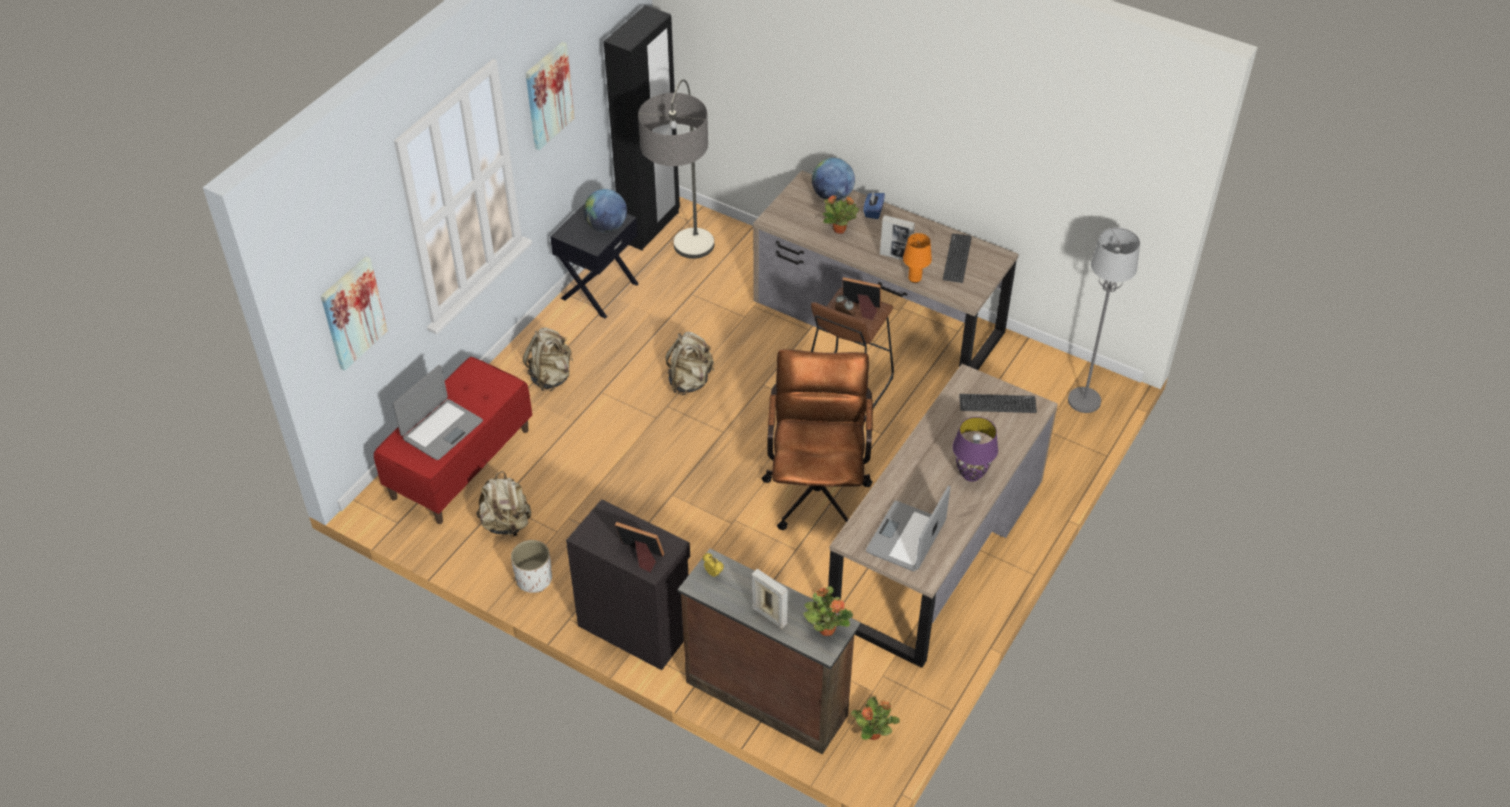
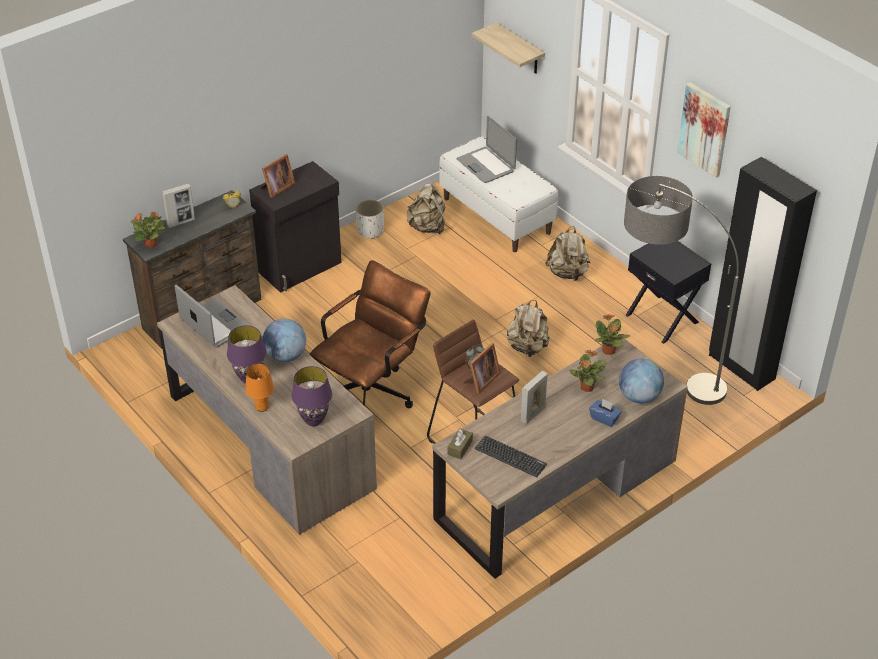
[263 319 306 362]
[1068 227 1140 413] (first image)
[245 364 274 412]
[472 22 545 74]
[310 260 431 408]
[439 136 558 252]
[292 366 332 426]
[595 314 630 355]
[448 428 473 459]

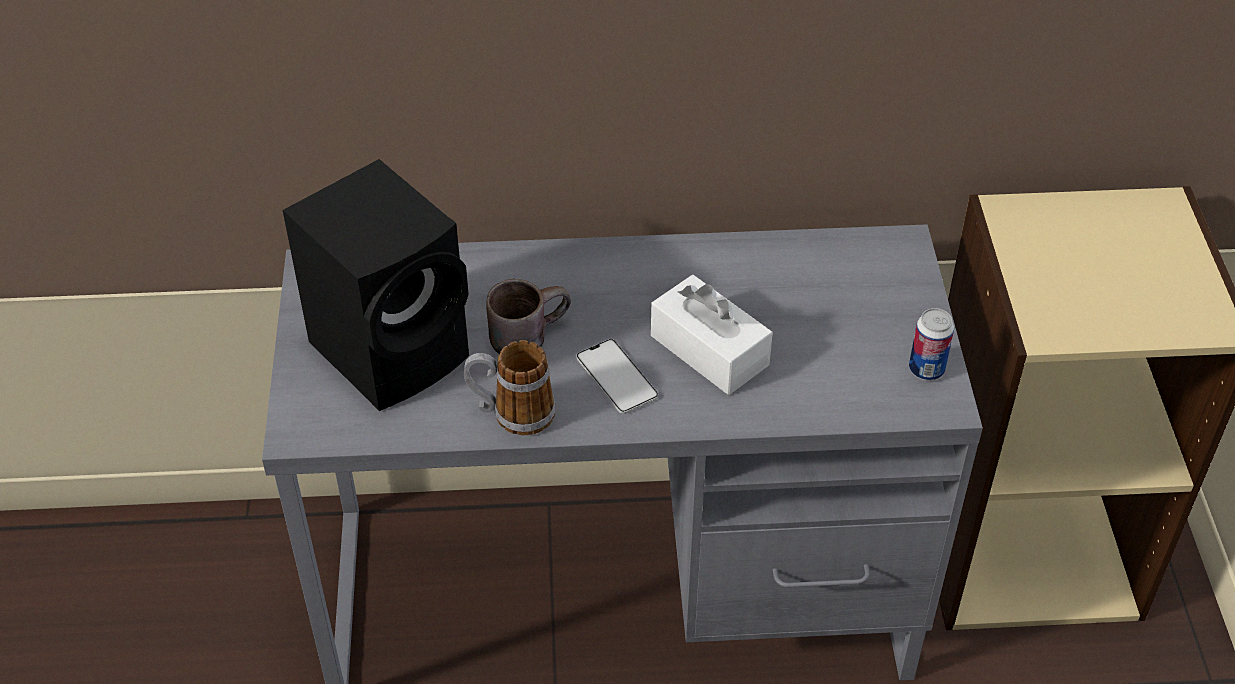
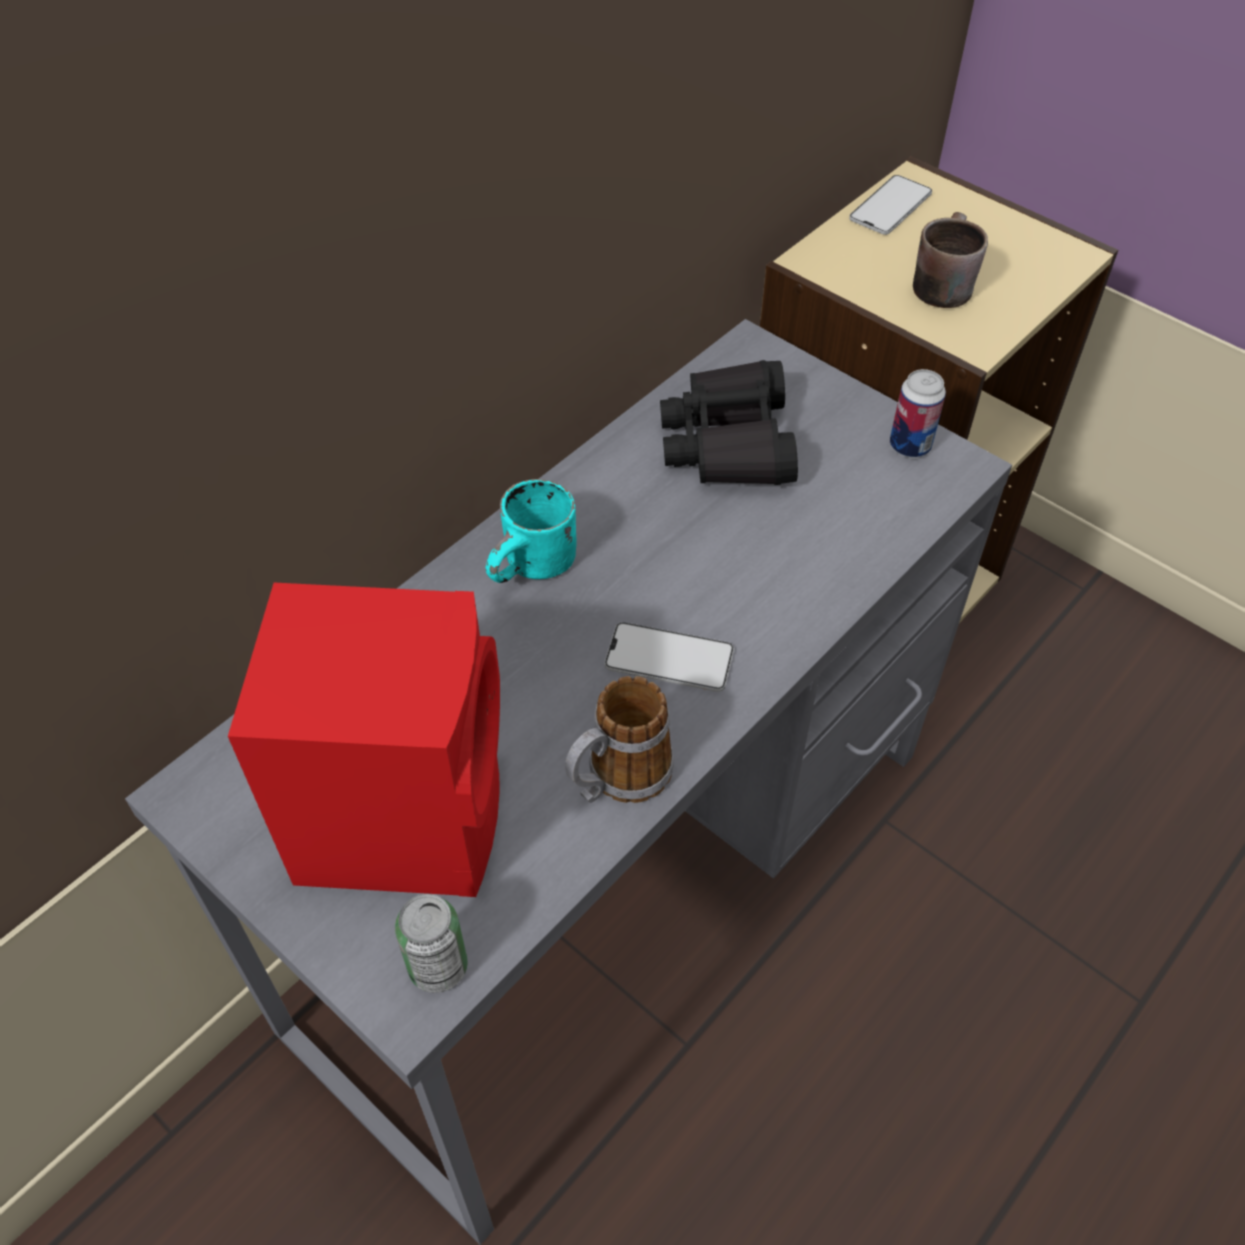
[228 583 500 897]
[651 275 773 395] (first image)
[913 212 988 308]
[849 175 932 235]
[660 360 798 485]
[486 479 576 583]
[395 894 468 993]

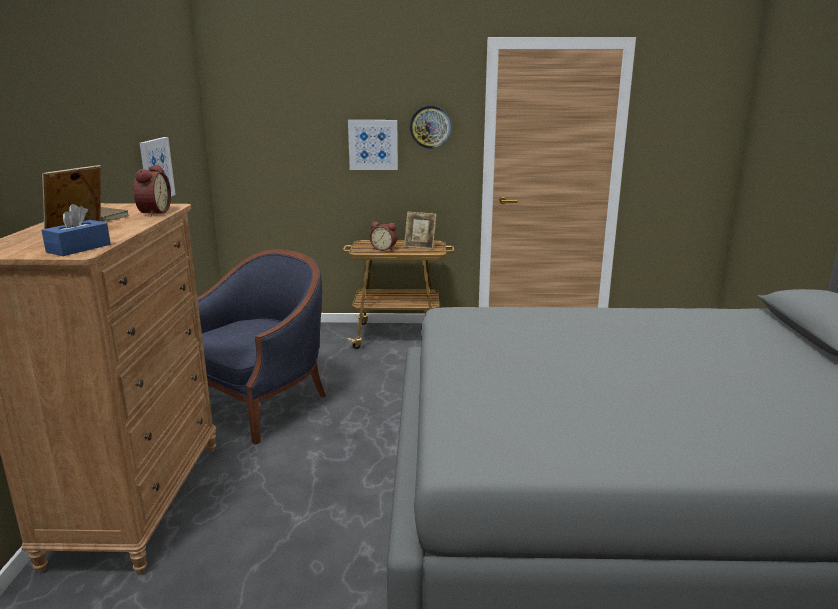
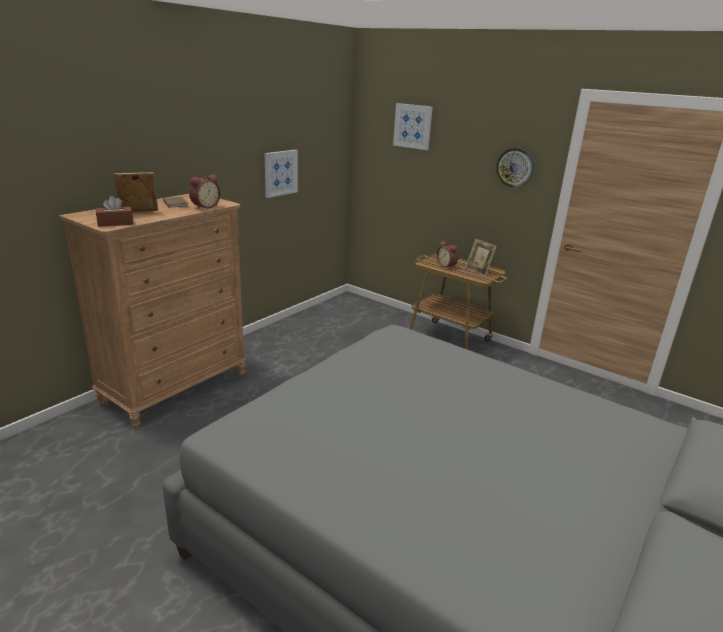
[393 103 433 150]
[96 196 133 227]
[197 249 326 444] (first image)

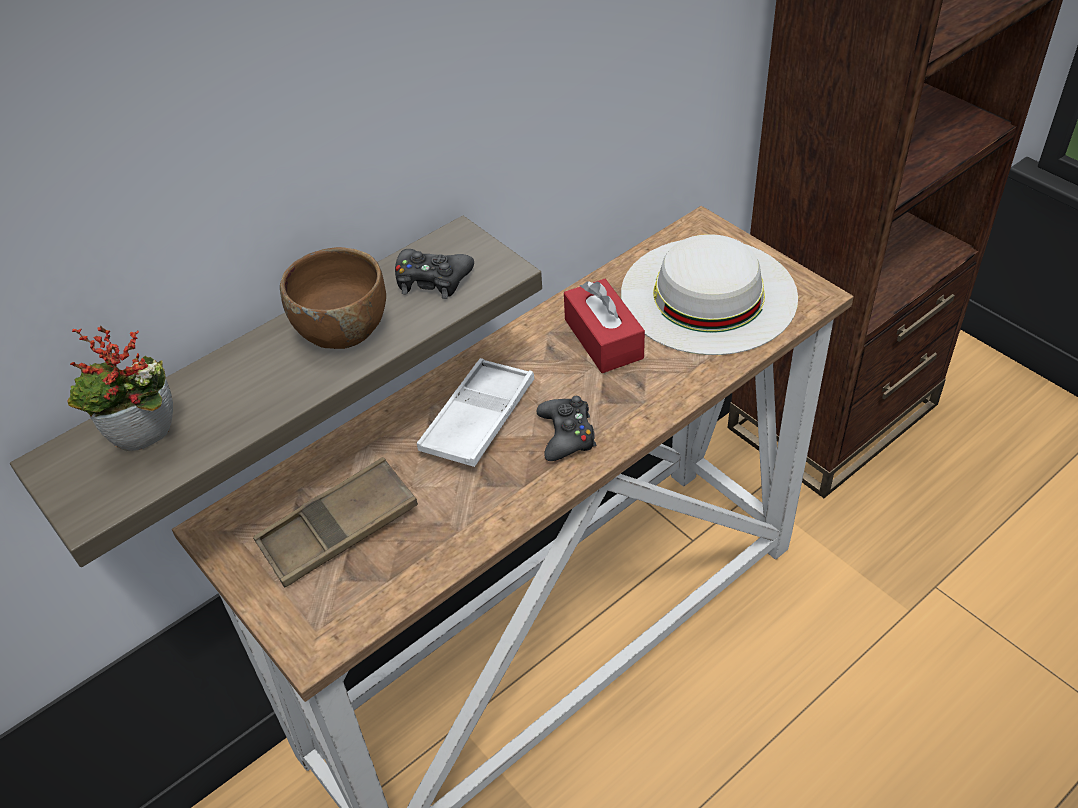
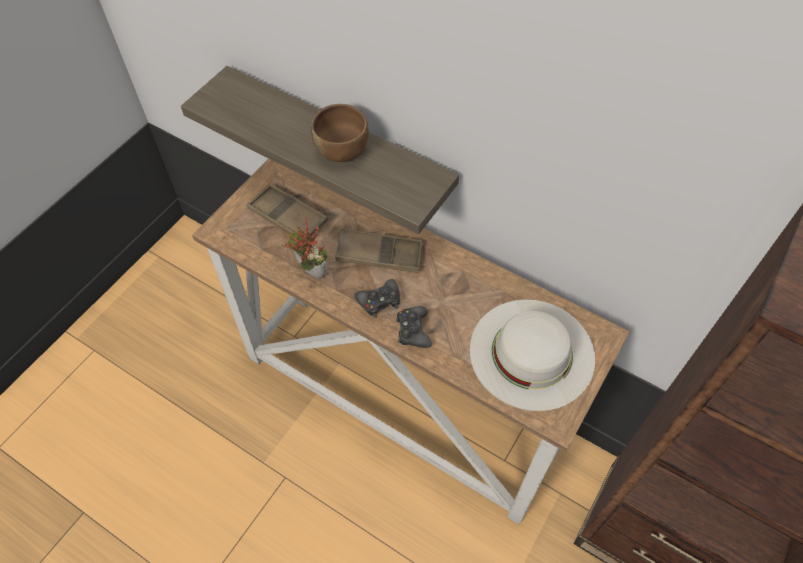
[396 307 432 348]
[564 279 645 373] (first image)
[285 218 327 278]
[336 228 423 273]

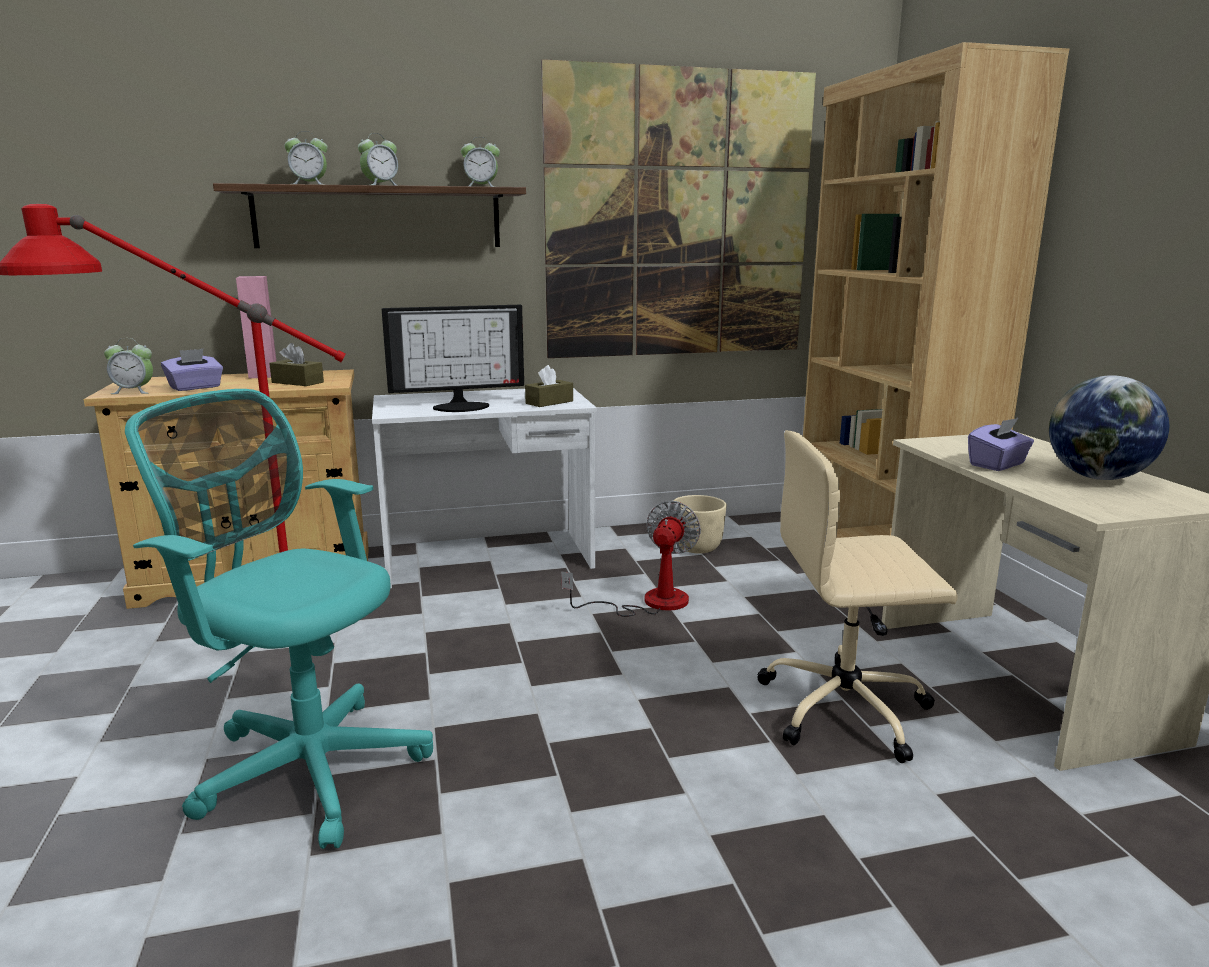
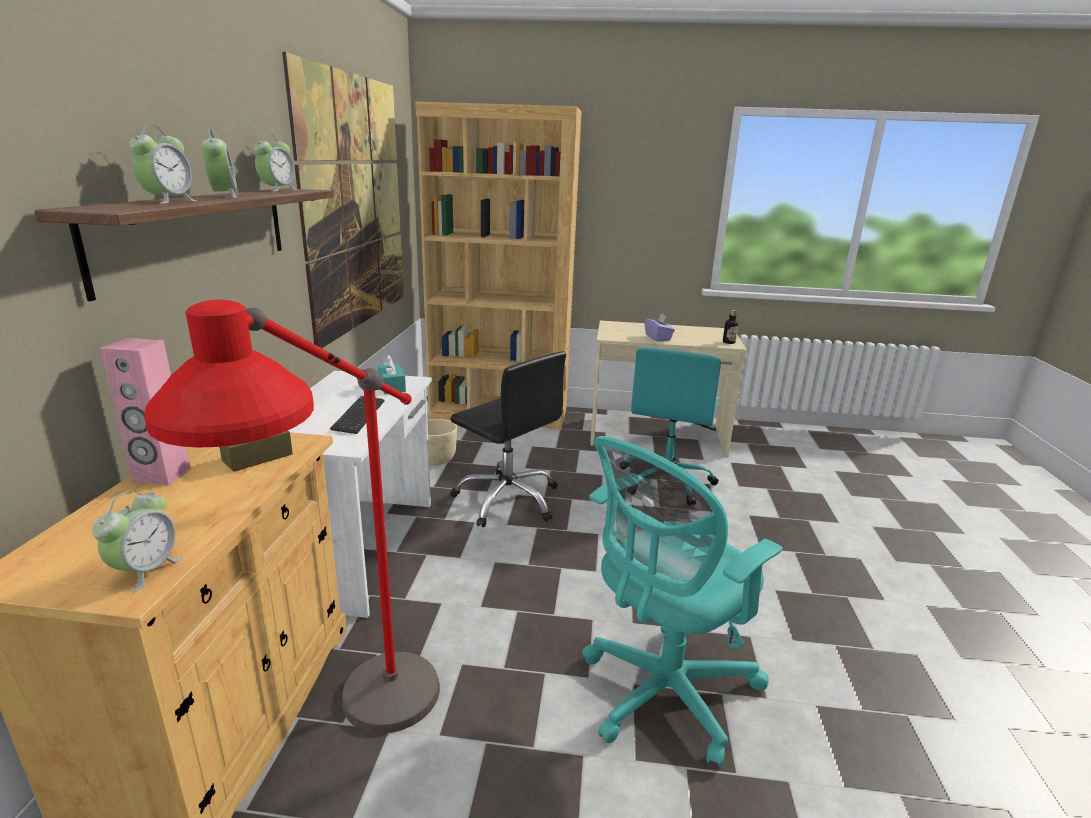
[330 396 384 434]
[161 349 223 391] (first image)
[378 354 406 394]
[1049 375 1169 480] (first image)
[627 347 721 505]
[451 351 566 527]
[723 310 738 344]

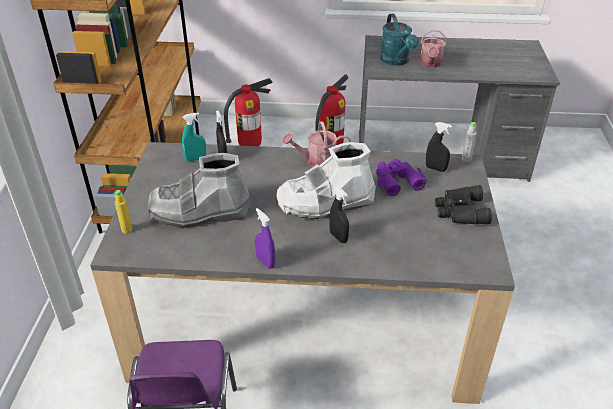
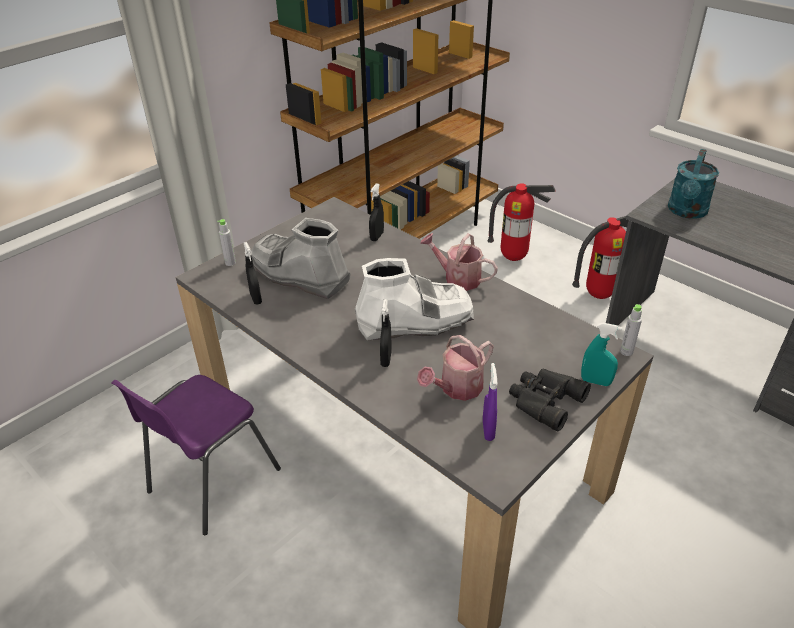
[417 335 494 401]
[581 323 622 386]
[244 242 262 305]
[355 258 474 341]
[376 159 427 196] (first image)
[217 219 236 266]
[483 363 497 441]

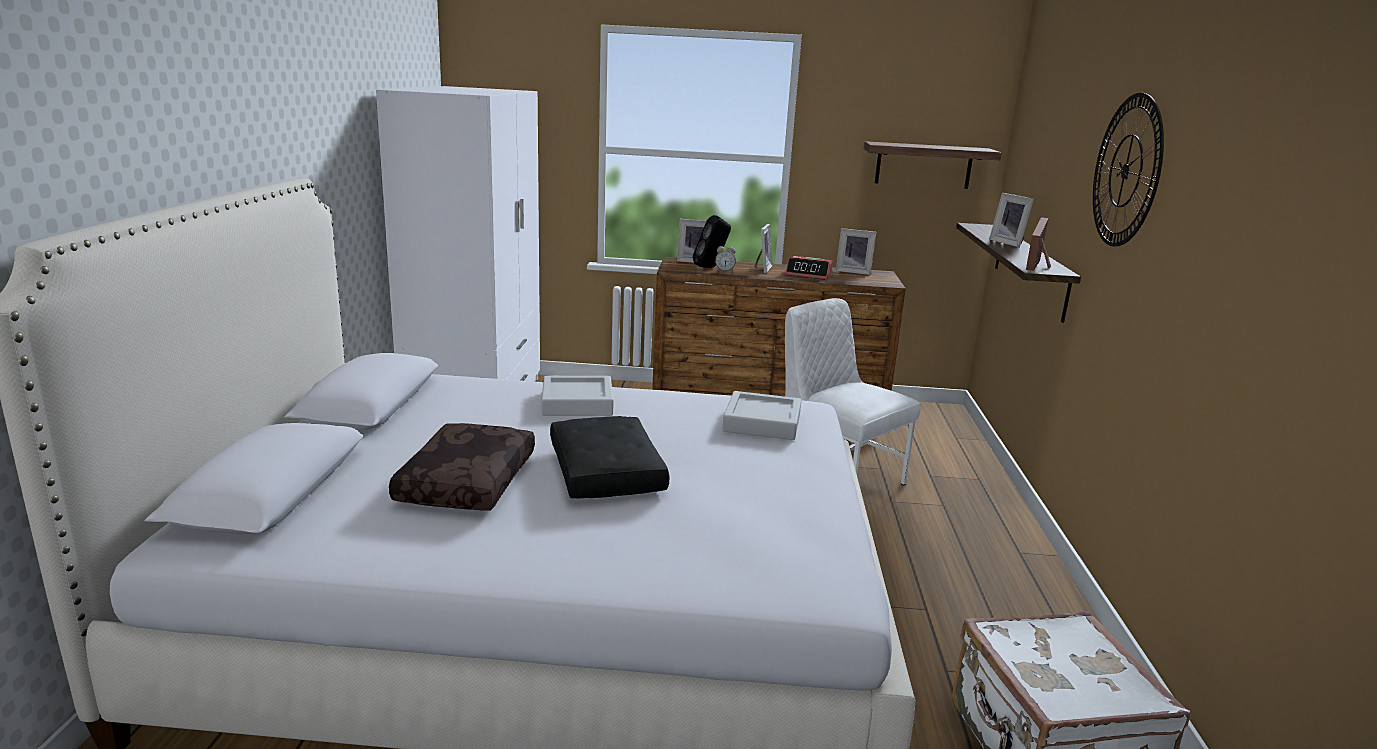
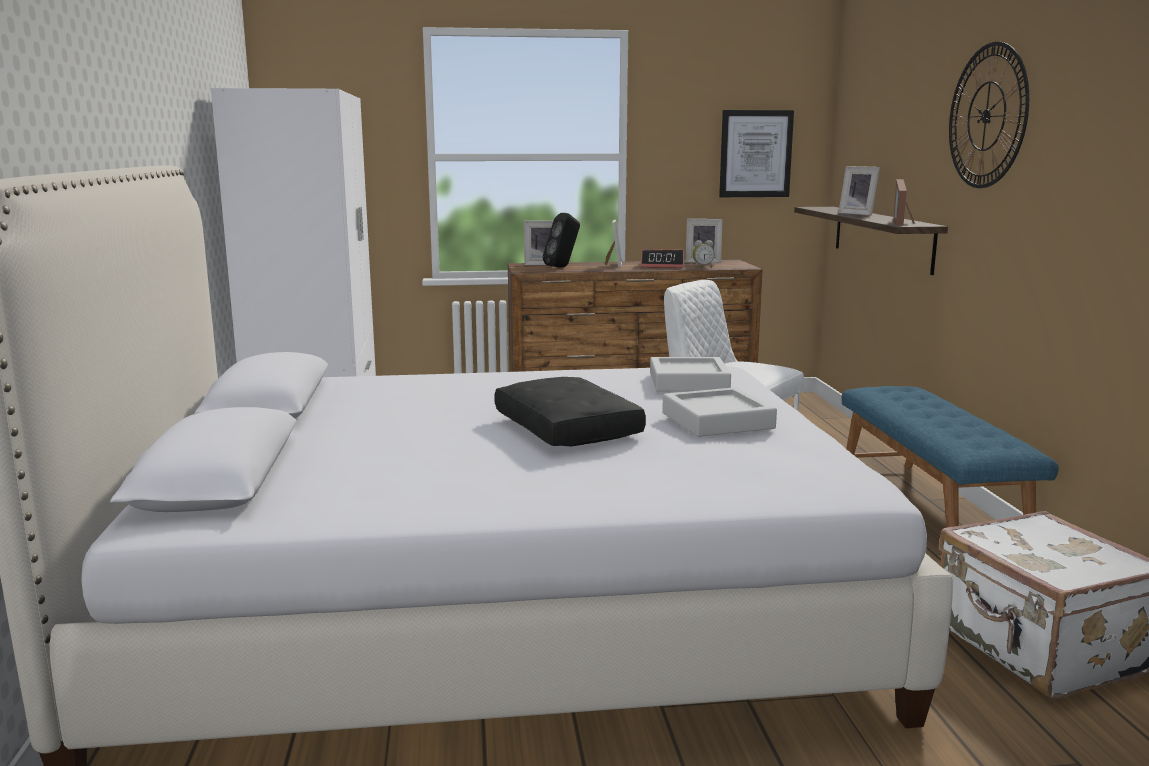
[719 110 794 197]
[693 240 715 268]
[662 387 777 437]
[389 423 535 510] (first image)
[841 386 1059 527]

